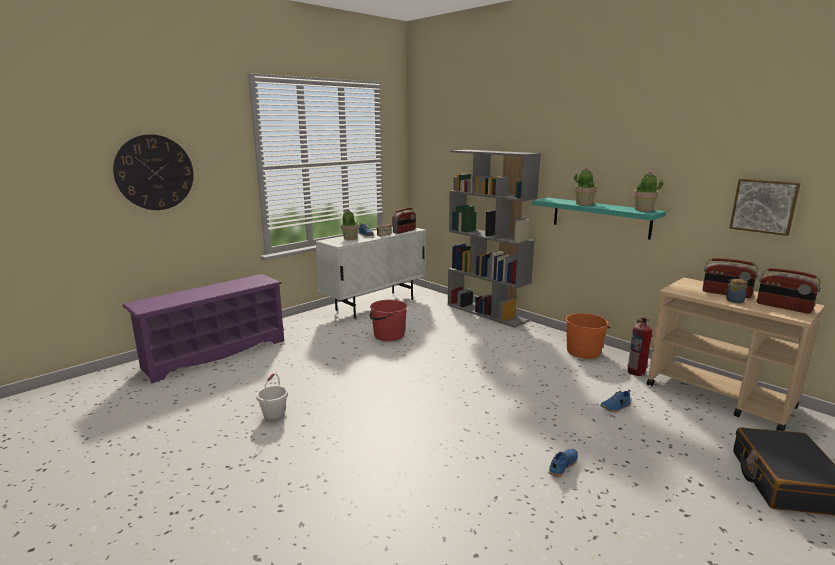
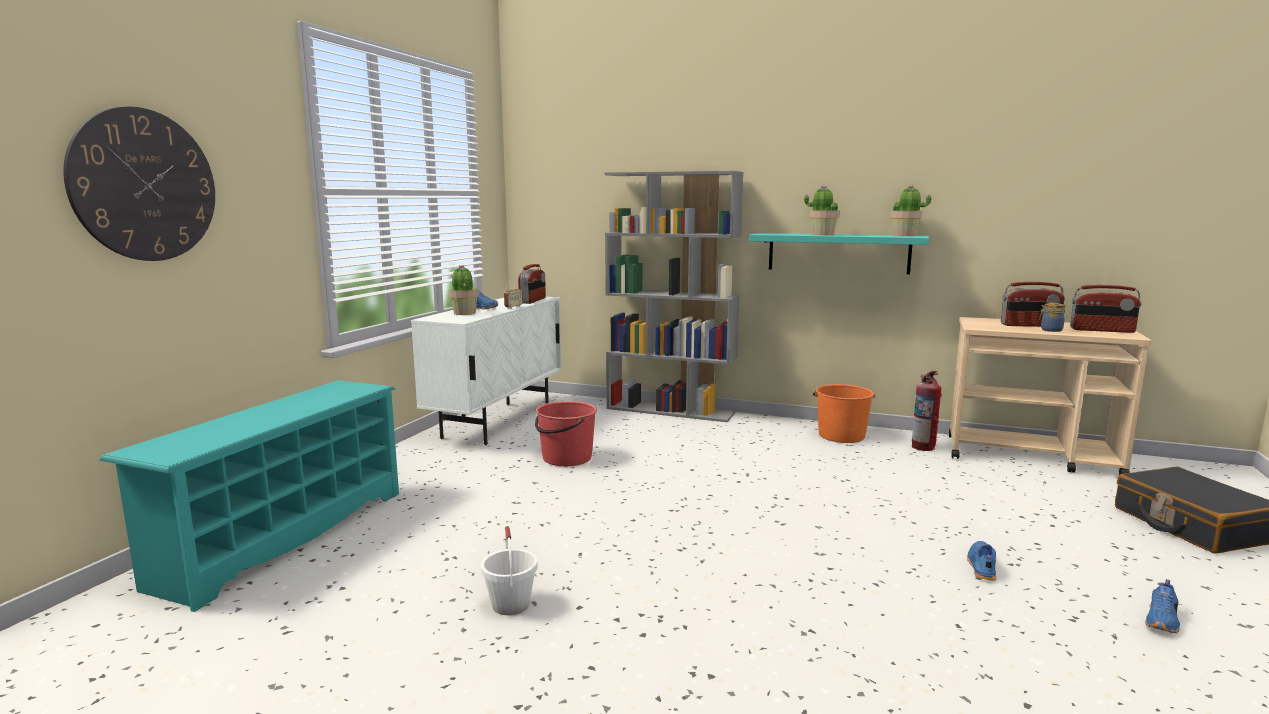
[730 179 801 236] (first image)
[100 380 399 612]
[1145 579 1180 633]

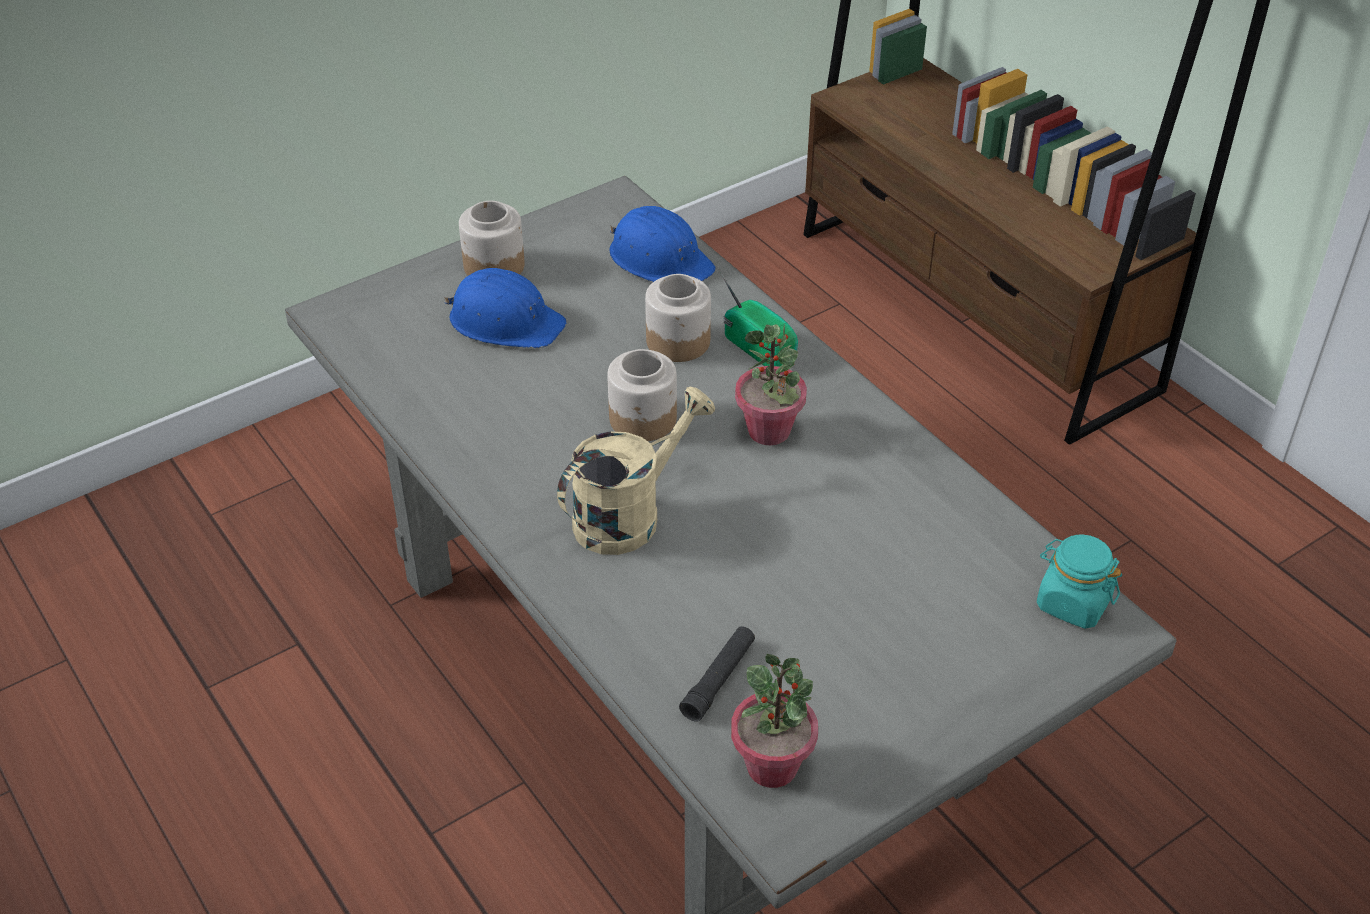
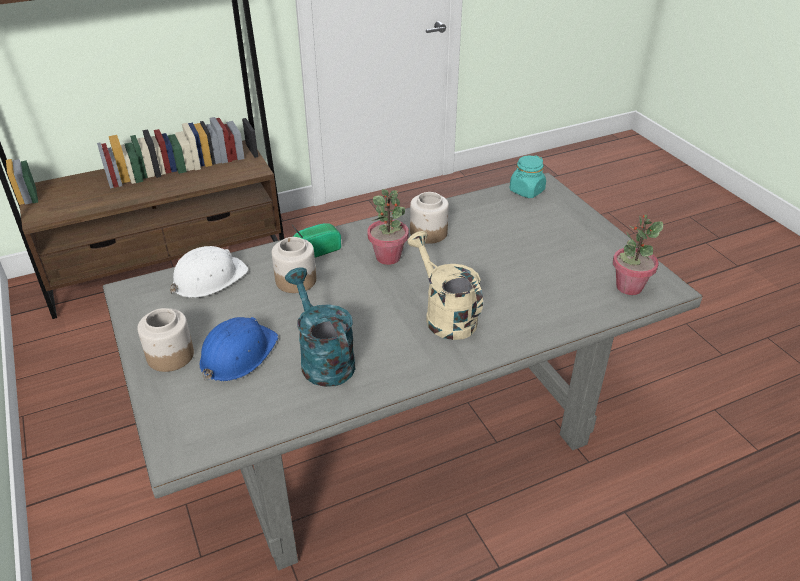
[170 246 249 298]
[410 192 449 244]
[679 626 755 722] (first image)
[285 268 355 387]

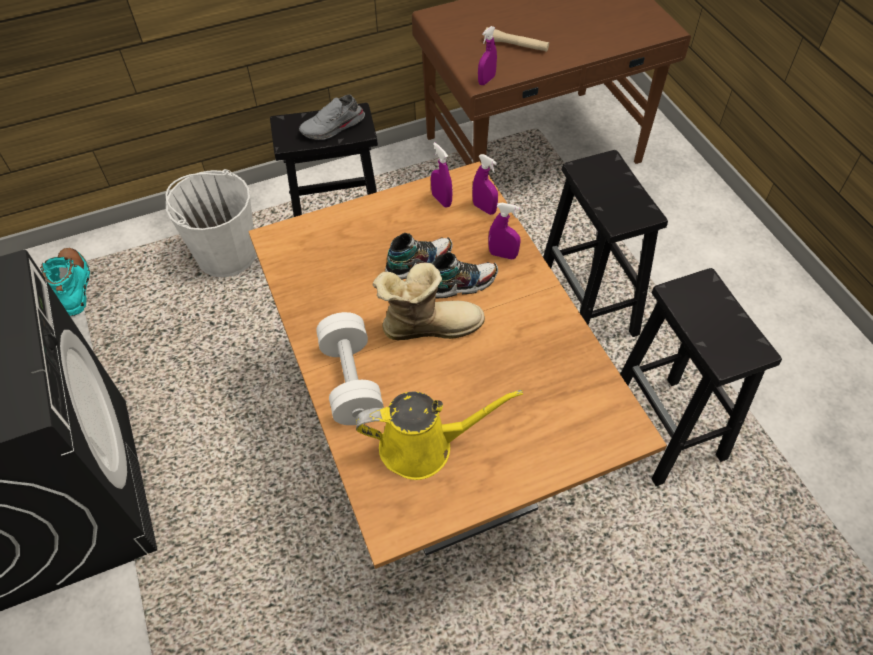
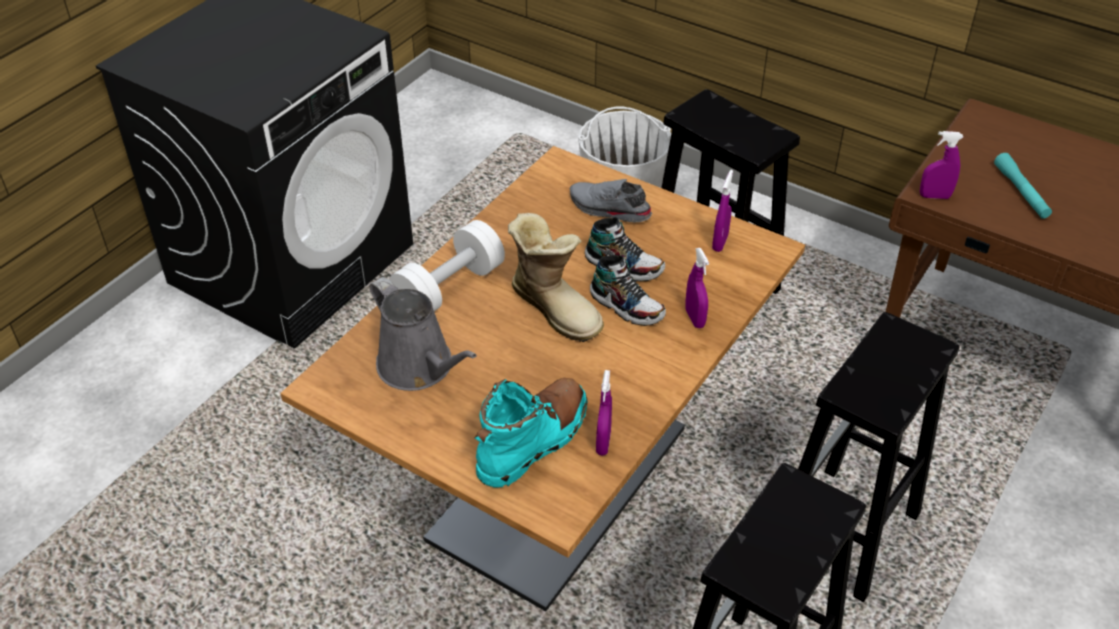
[994 153 1052 219]
[570 179 652 223]
[596 370 612 456]
[475 378 587 488]
[370 277 477 391]

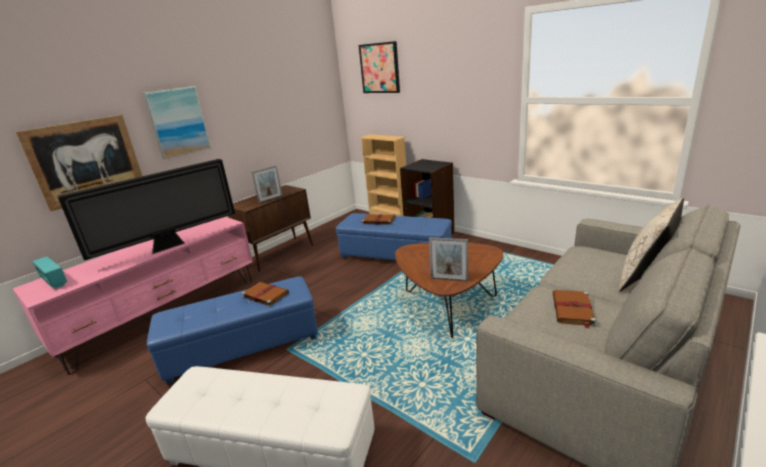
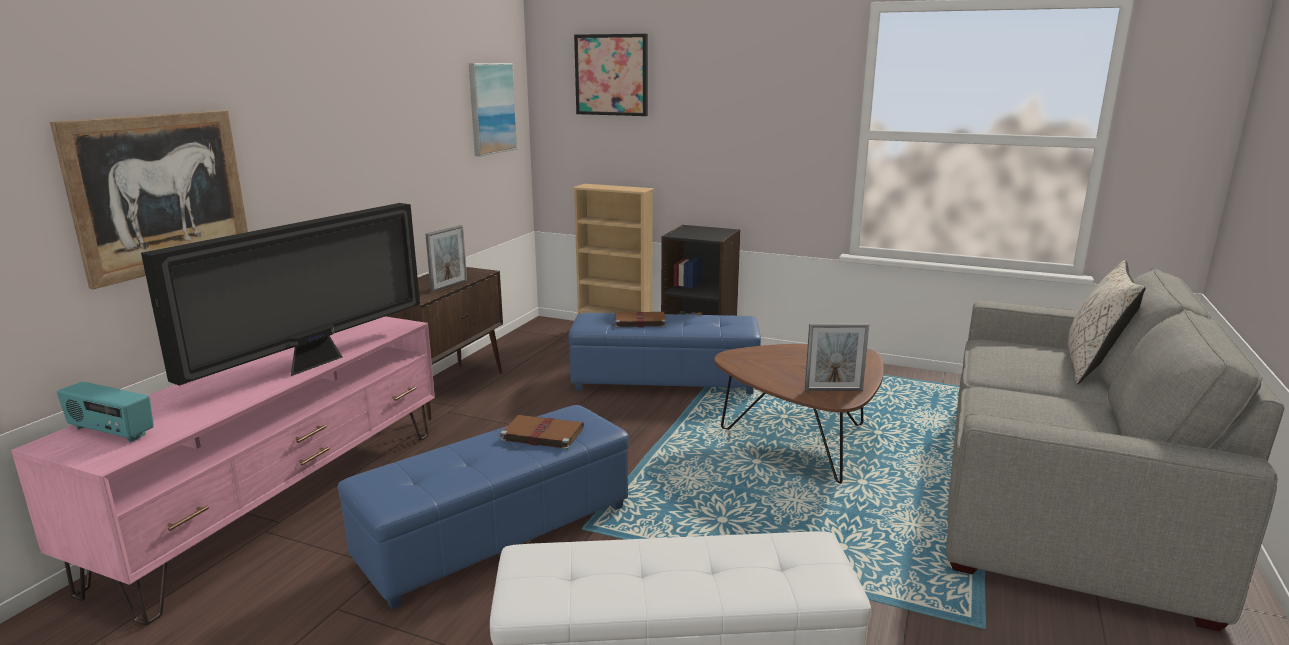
[469 63 517 156]
[553 290 596 328] (first image)

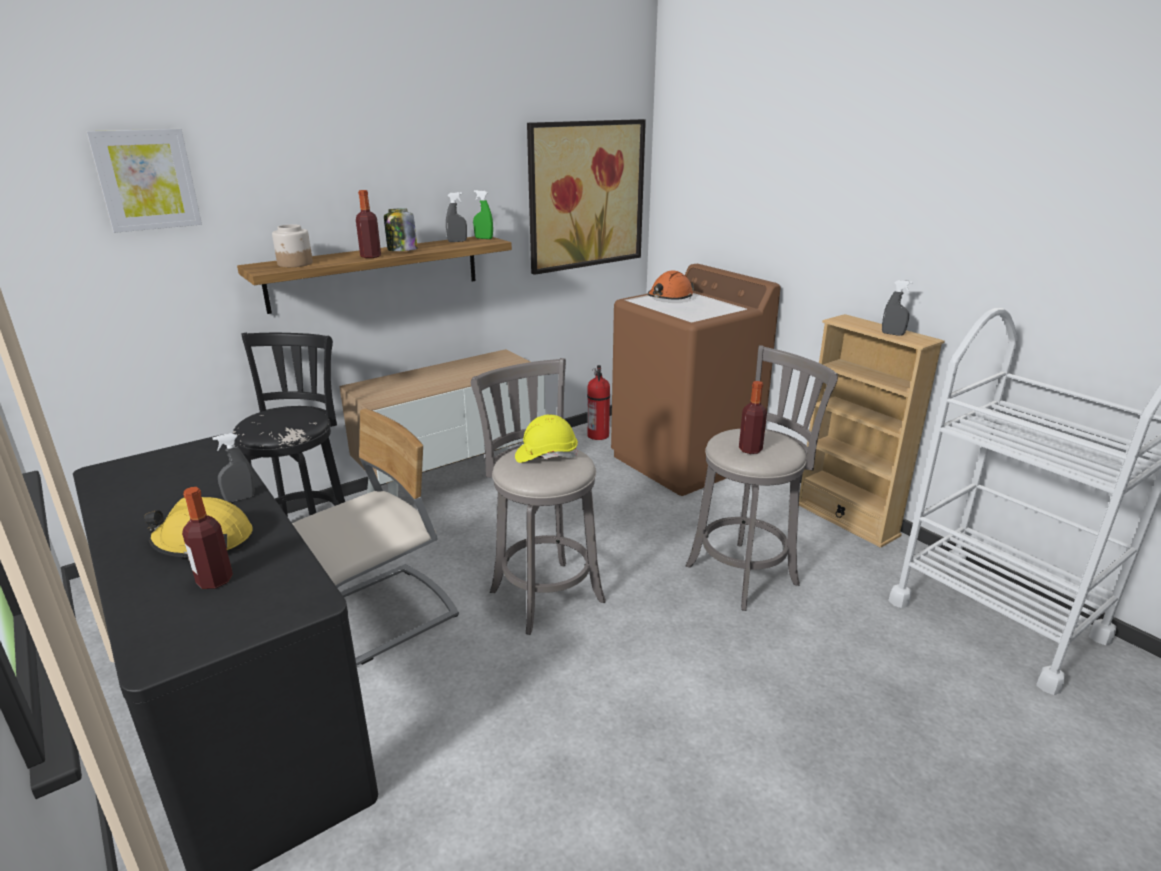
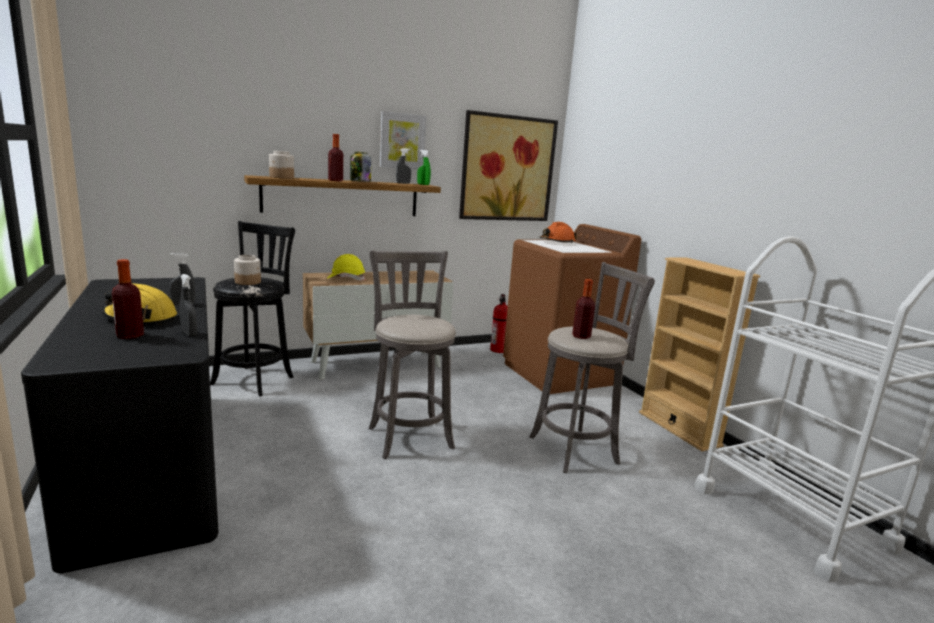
[380 111 427 170]
[180 274 197 336]
[292 408 459 665] (first image)
[327 254 365 281]
[234 255 261 285]

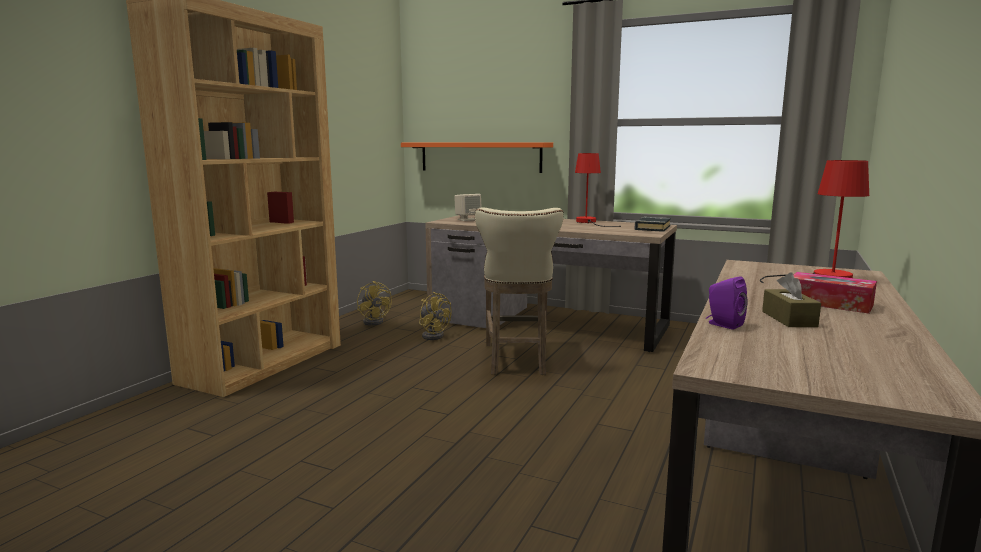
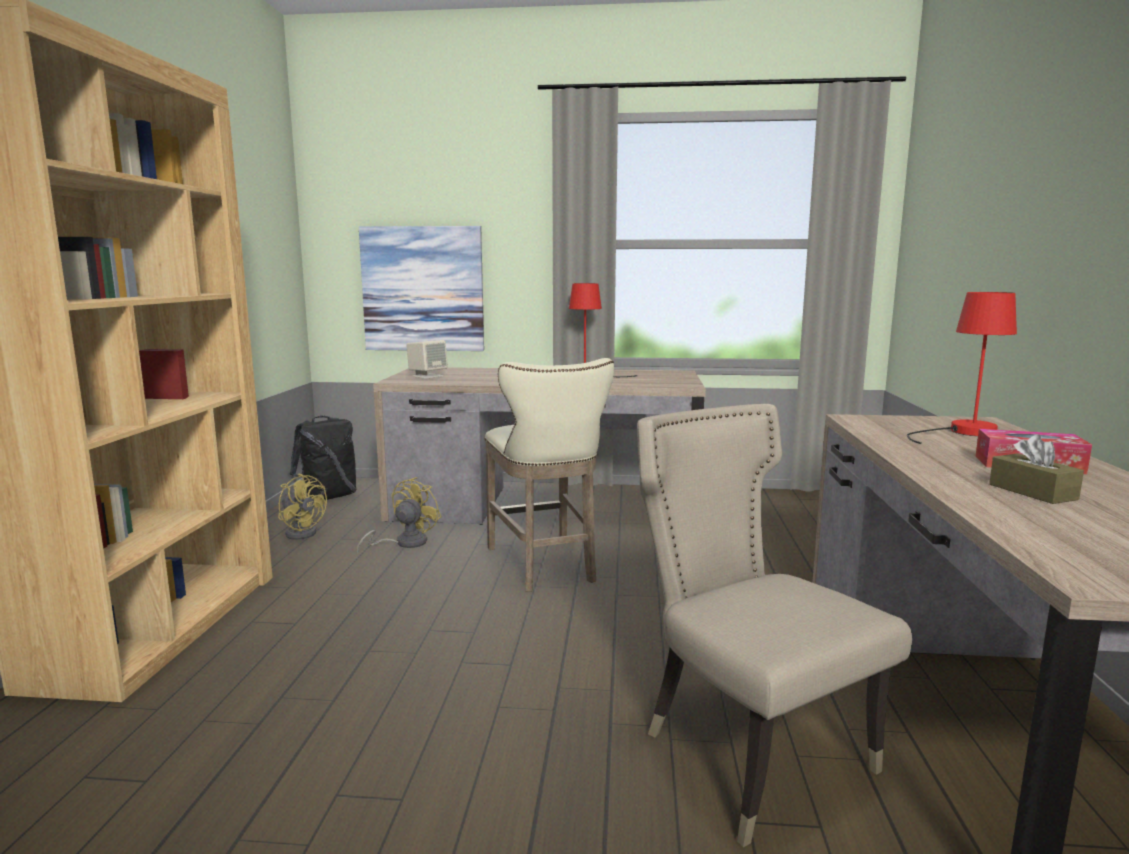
[359 226 484 351]
[635 217 671 232] (first image)
[706 276 748 330] (first image)
[357 477 442 554]
[637 404 912 847]
[290 416 357 500]

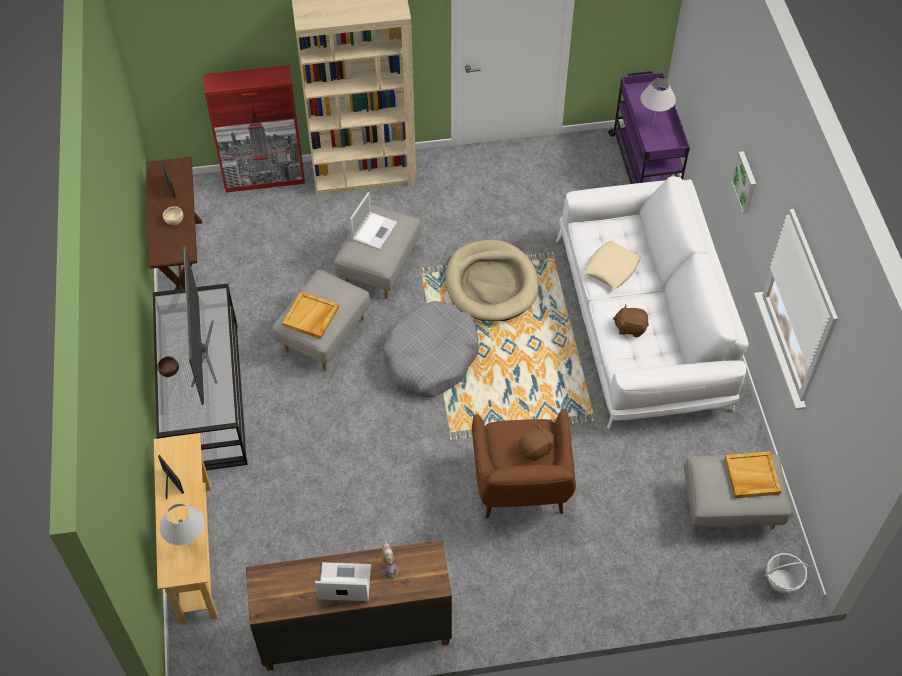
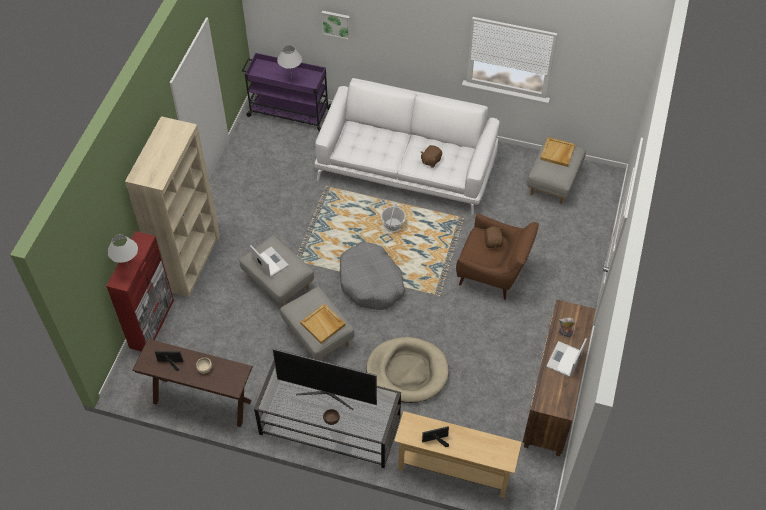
[322 11 351 40]
[366 337 449 403]
[584 241 641 289] (first image)
[108 234 138 268]
[381 204 406 231]

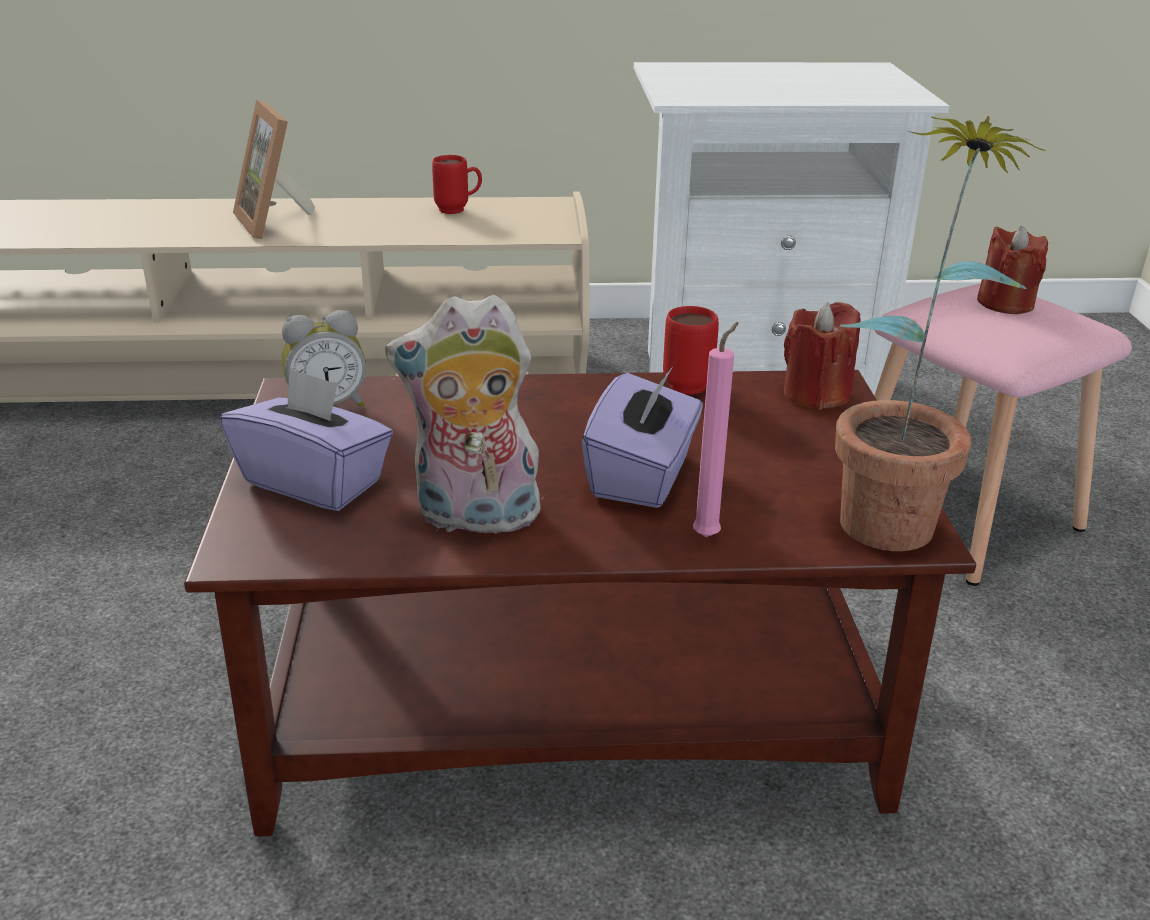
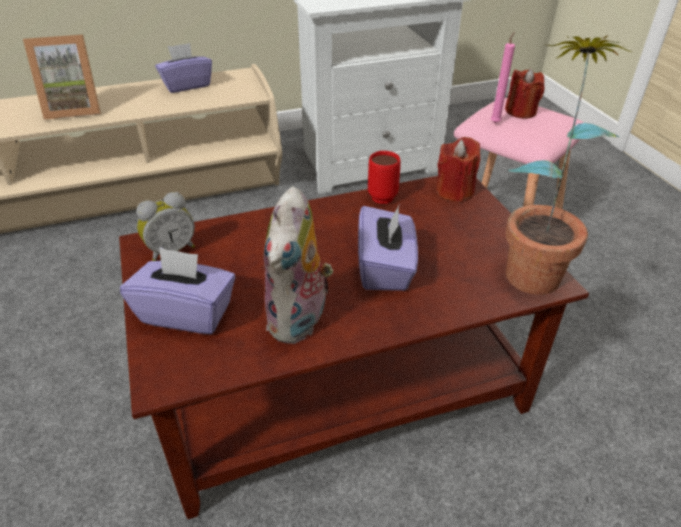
[23 35 101 120]
[155 43 212 93]
[263 186 333 344]
[491 32 515 123]

